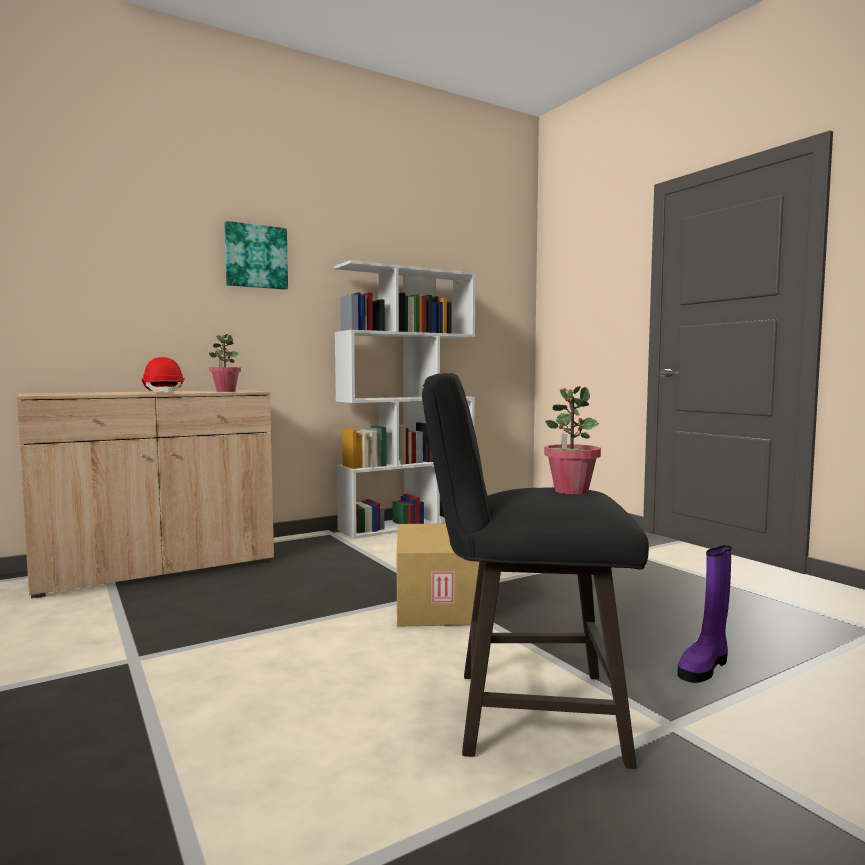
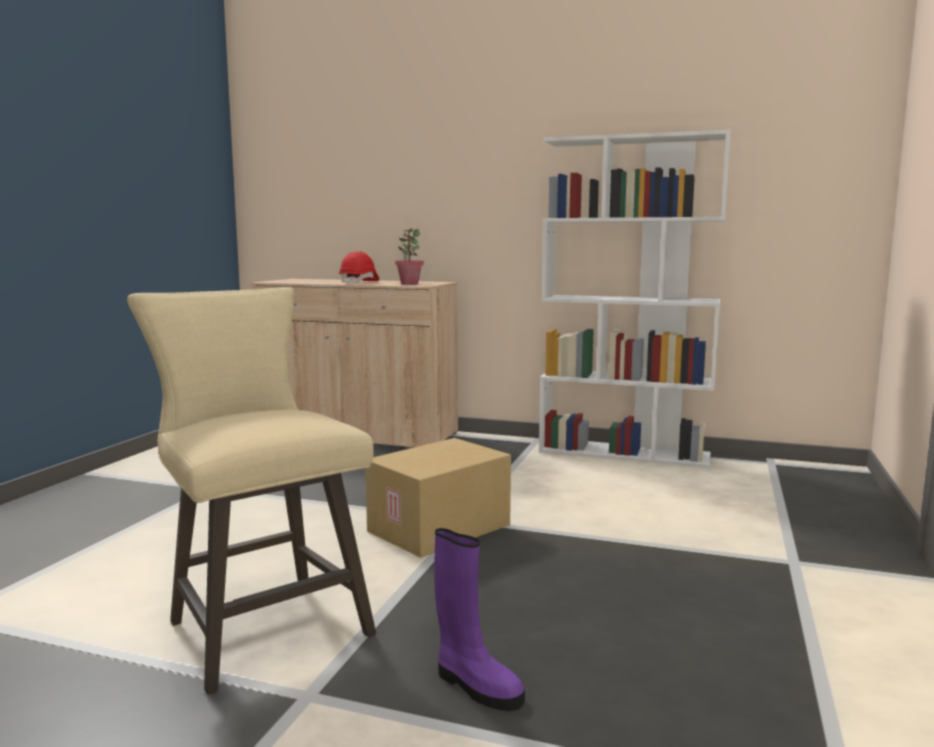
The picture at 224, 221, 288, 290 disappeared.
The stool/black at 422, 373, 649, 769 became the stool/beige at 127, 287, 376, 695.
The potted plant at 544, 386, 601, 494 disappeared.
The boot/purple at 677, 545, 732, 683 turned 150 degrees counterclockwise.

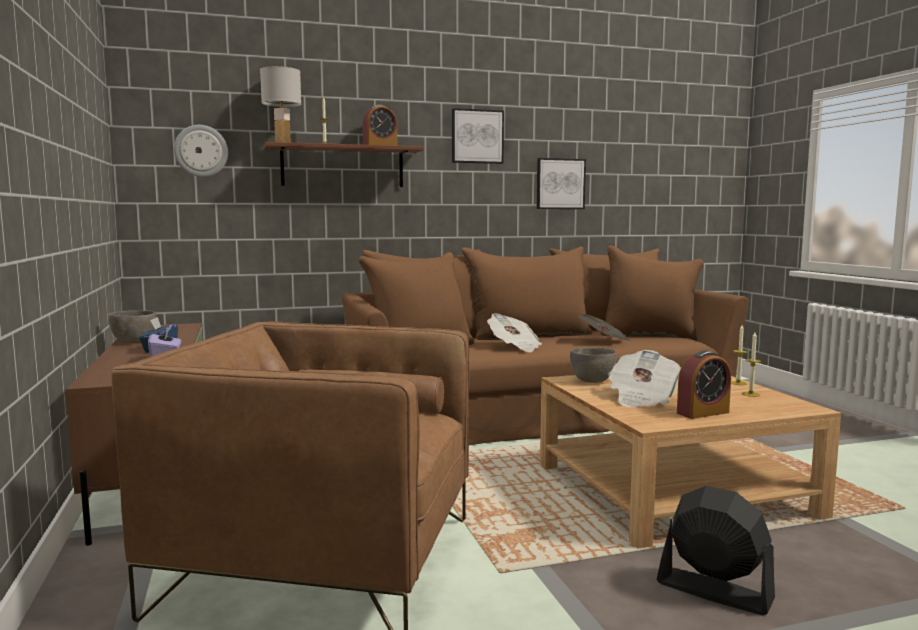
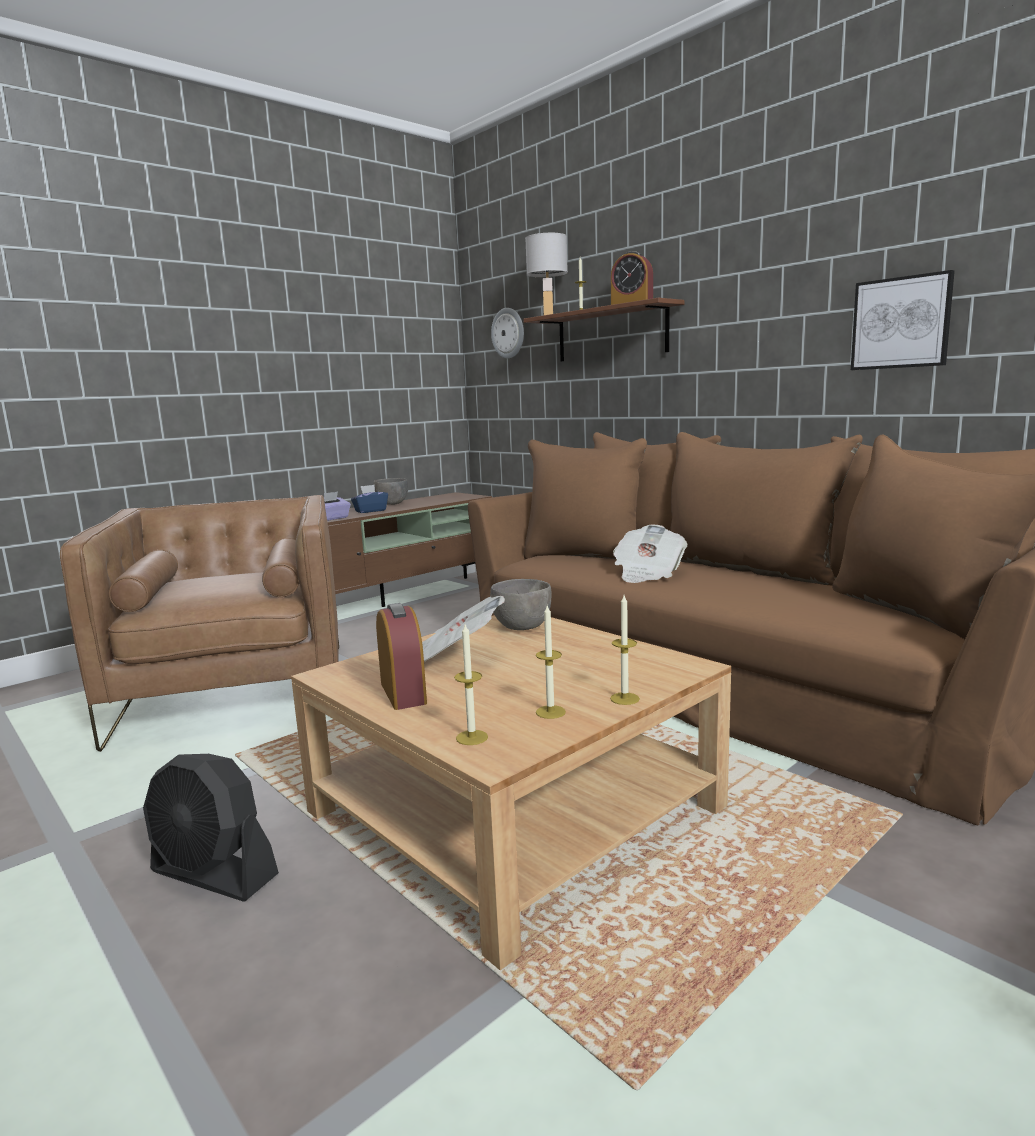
The picture at 452, 108, 504, 164 disappeared.
The newspaper at 578, 314, 630, 341 disappeared.
The alarm clock at 677, 350, 731, 419 turned 150 degrees counterclockwise.
The fan/black at 656, 486, 775, 615 turned 105 degrees clockwise.
The candle at 454, 624, 488, 745 appeared.

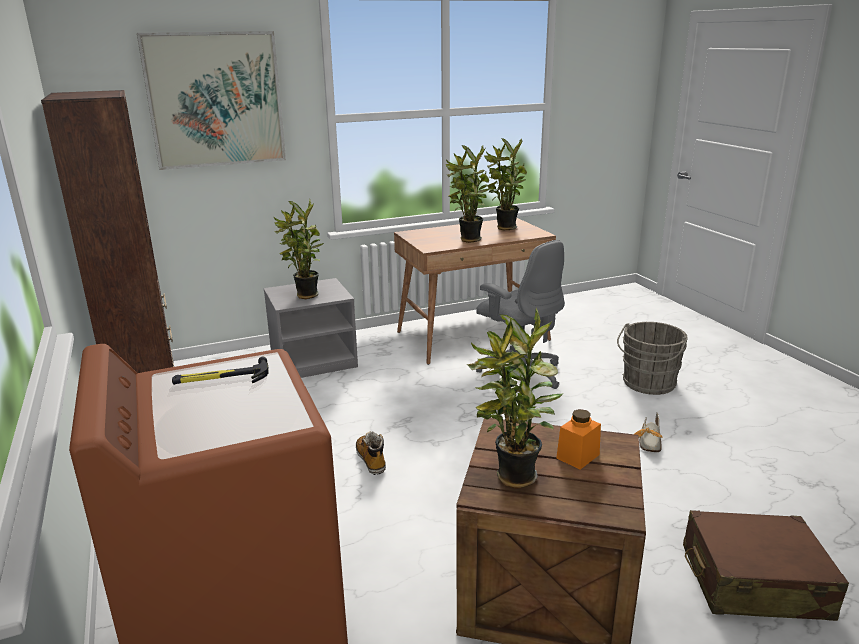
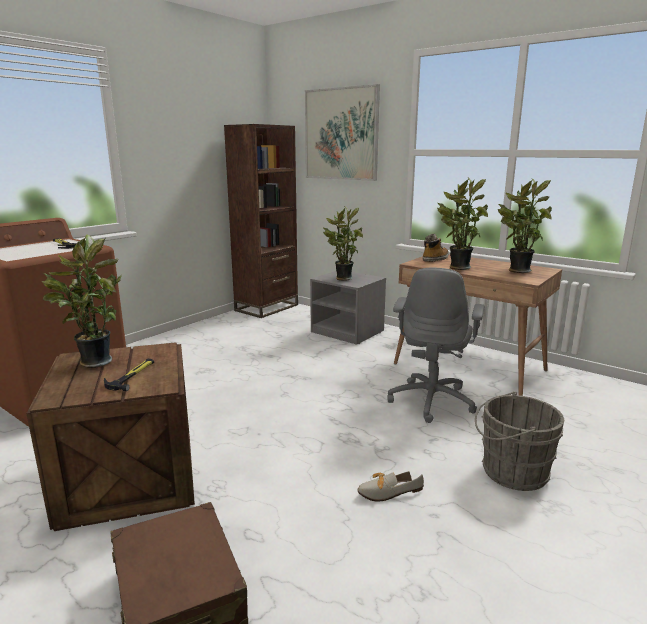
The jar/orange at 556, 409, 601, 470 was replaced by the hammer at 104, 359, 154, 391.
The boot moved from 356, 431, 386, 475 to 423, 234, 449, 262.

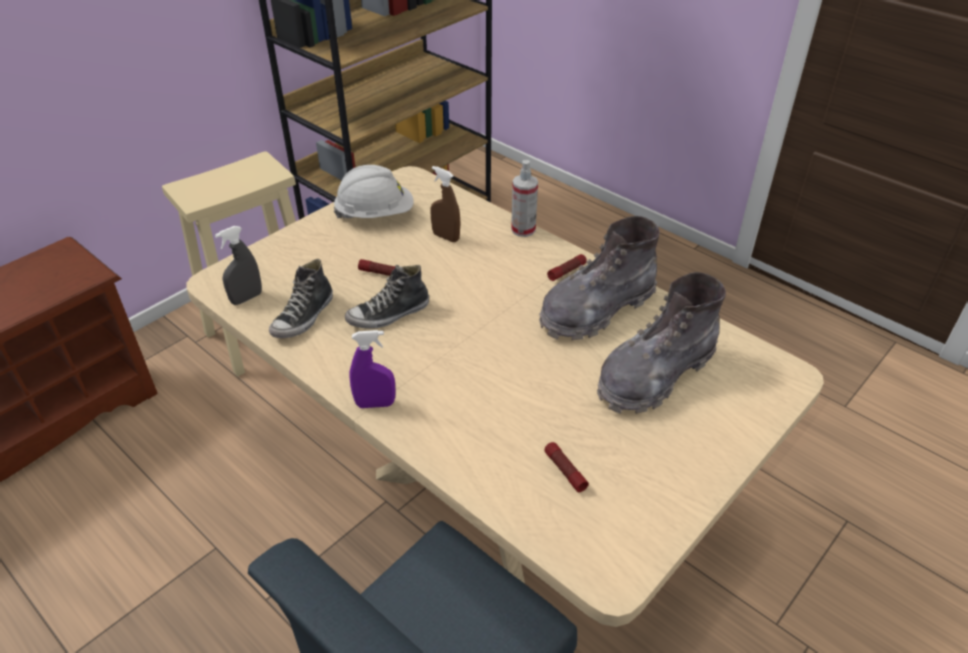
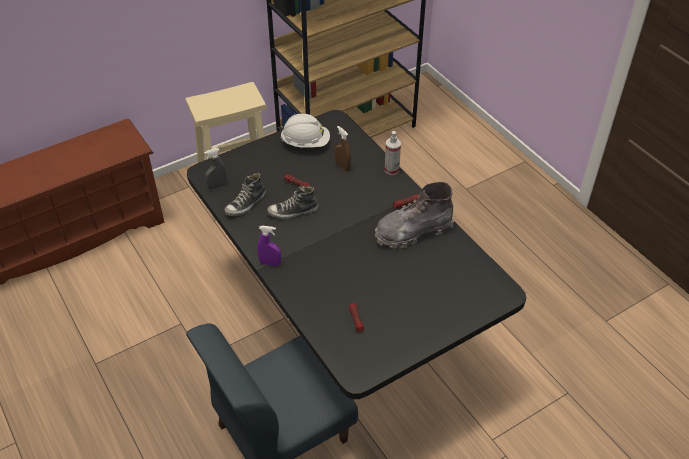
The dining table/beige at 186, 166, 824, 627 became the dining table/black at 187, 110, 526, 399.
The boot/grey at 597, 272, 726, 414 disappeared.

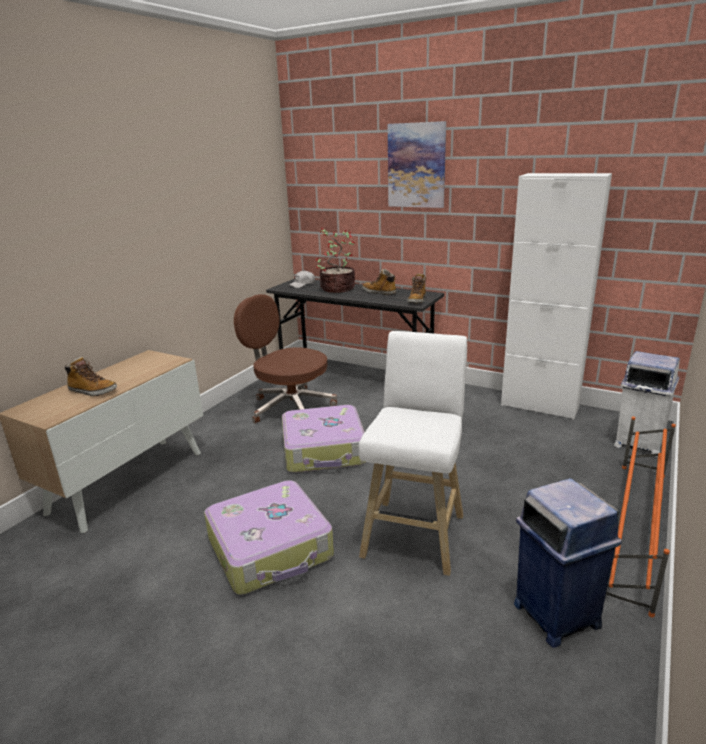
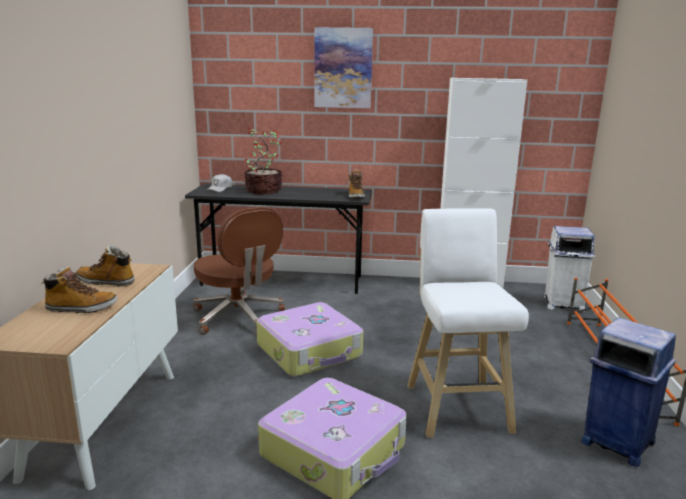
The boot moved from 362, 269, 396, 295 to 76, 245, 135, 286.
The office chair/brown at 234, 294, 337, 423 turned 135 degrees counterclockwise.

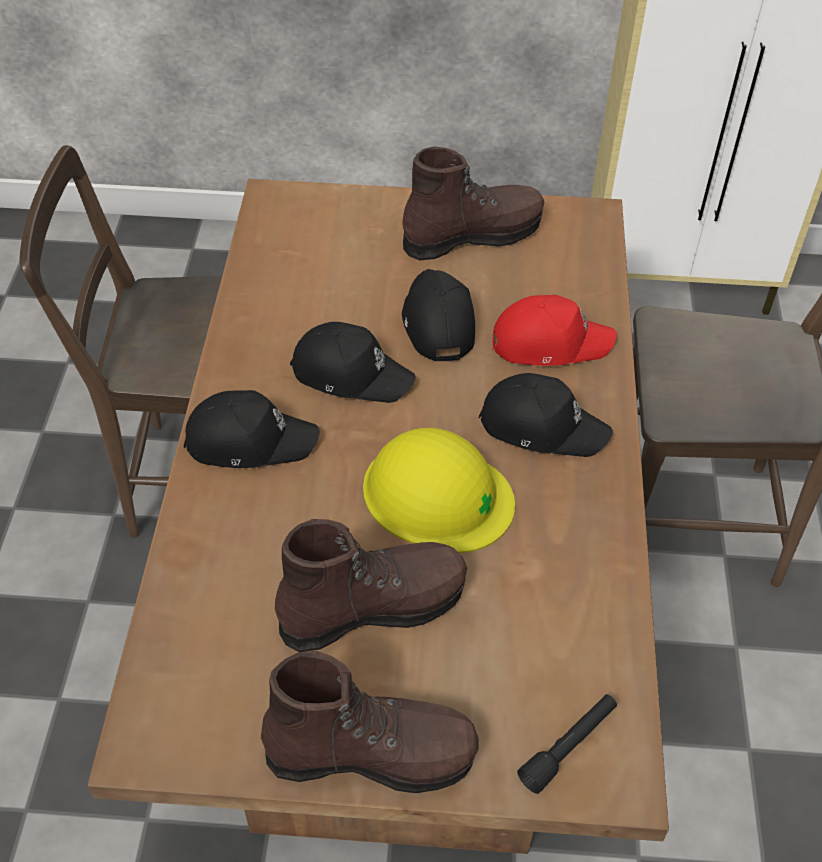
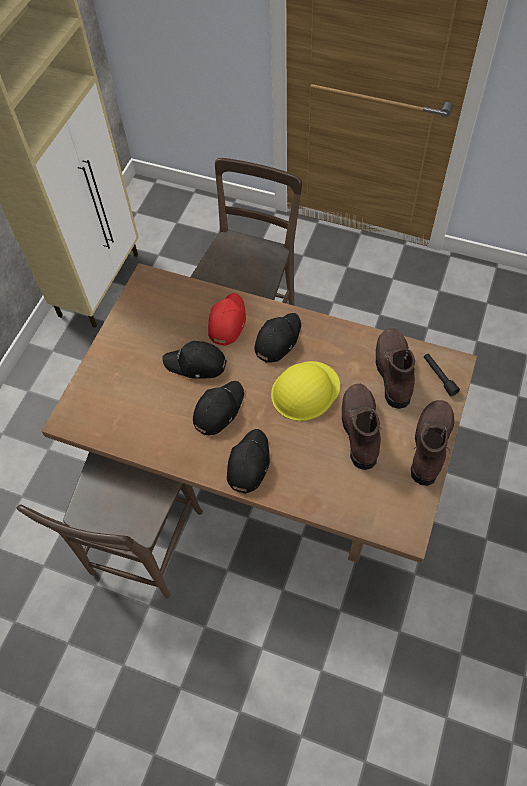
The boot/brown moved from 402, 146, 544, 260 to 376, 328, 415, 409.

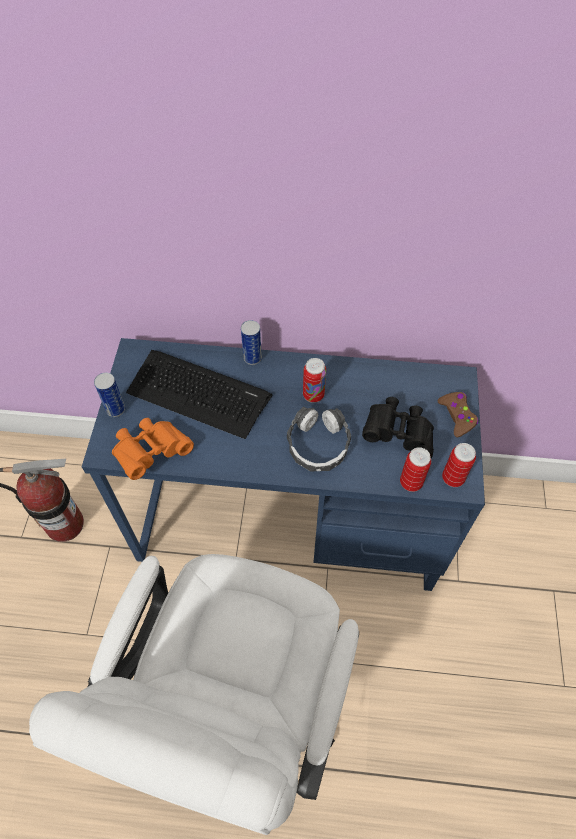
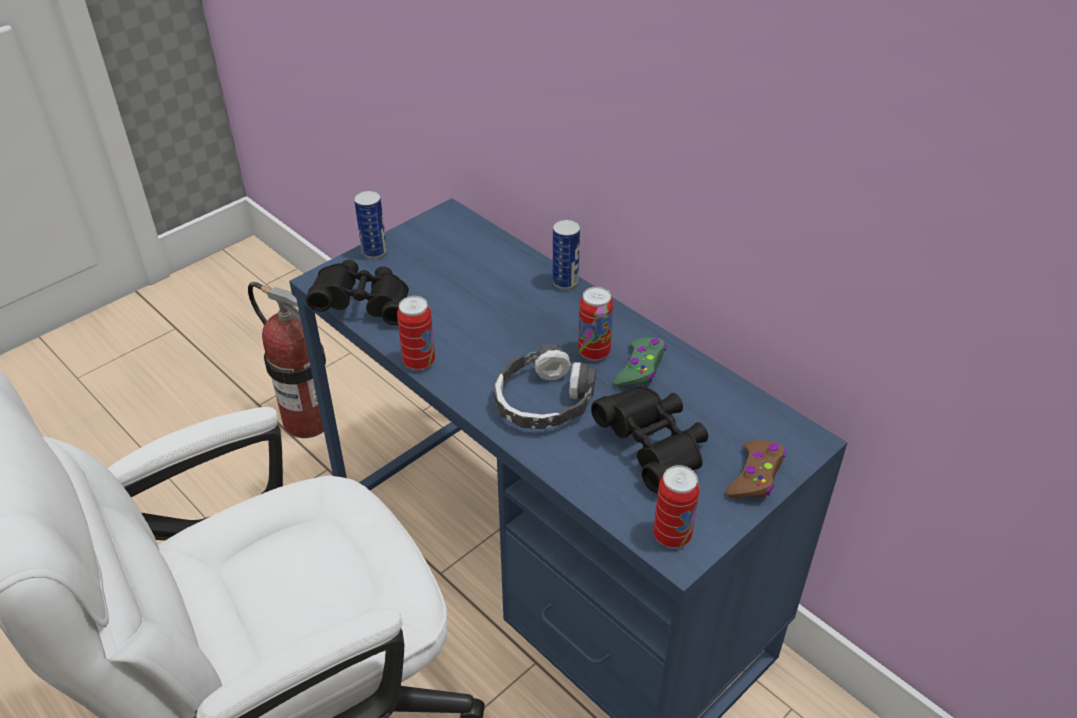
The keyboard at 126, 350, 272, 439 disappeared.
The binoculars/orange at 112, 418, 194, 480 became the binoculars/black at 306, 260, 409, 325.
The can moved from 400, 447, 431, 492 to 397, 296, 435, 370.
The game controller/green at 613, 338, 666, 387 appeared.

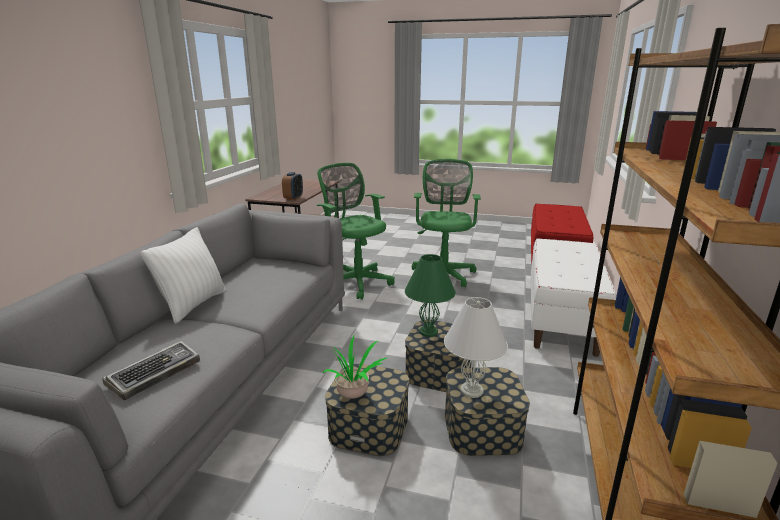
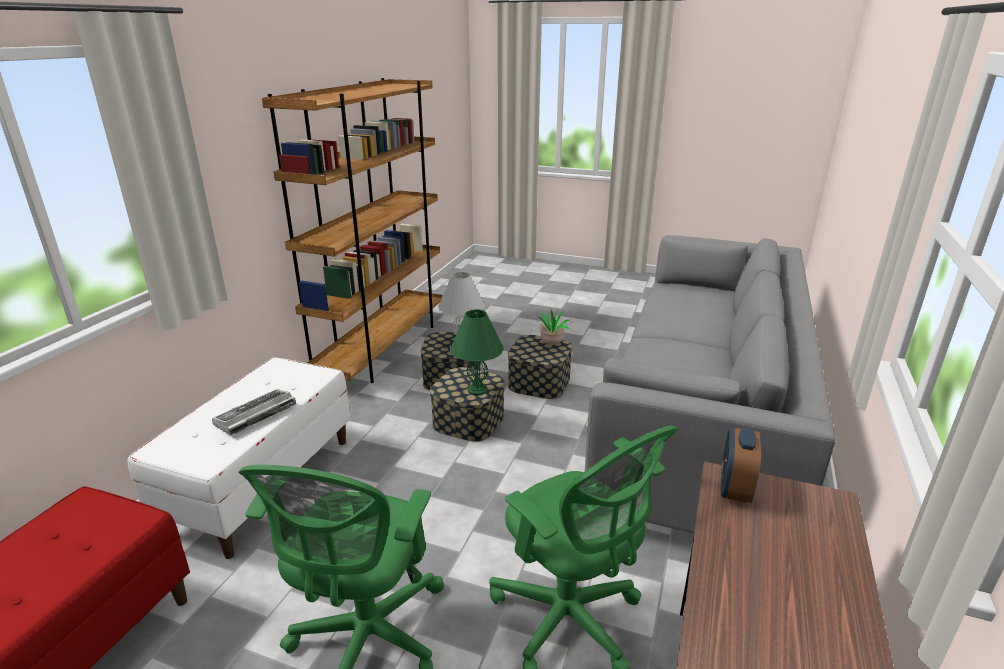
The pillow/white at 141, 227, 226, 324 disappeared.
The keyboard moved from 102, 341, 200, 400 to 212, 389, 296, 435.

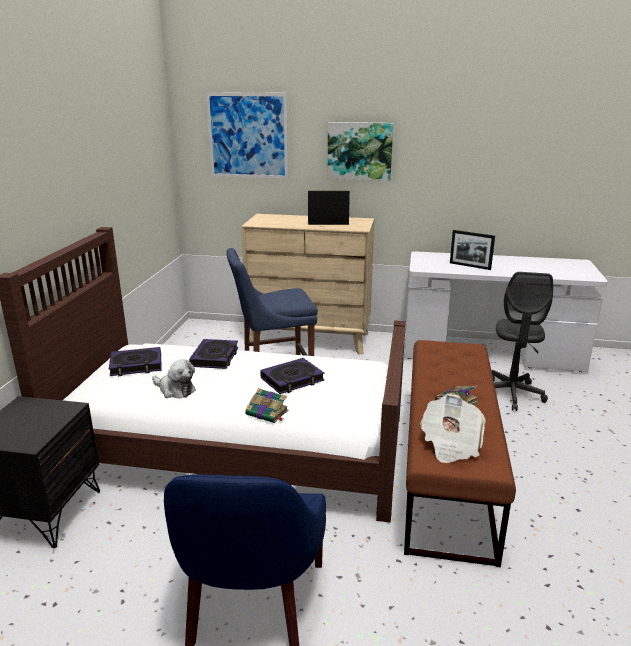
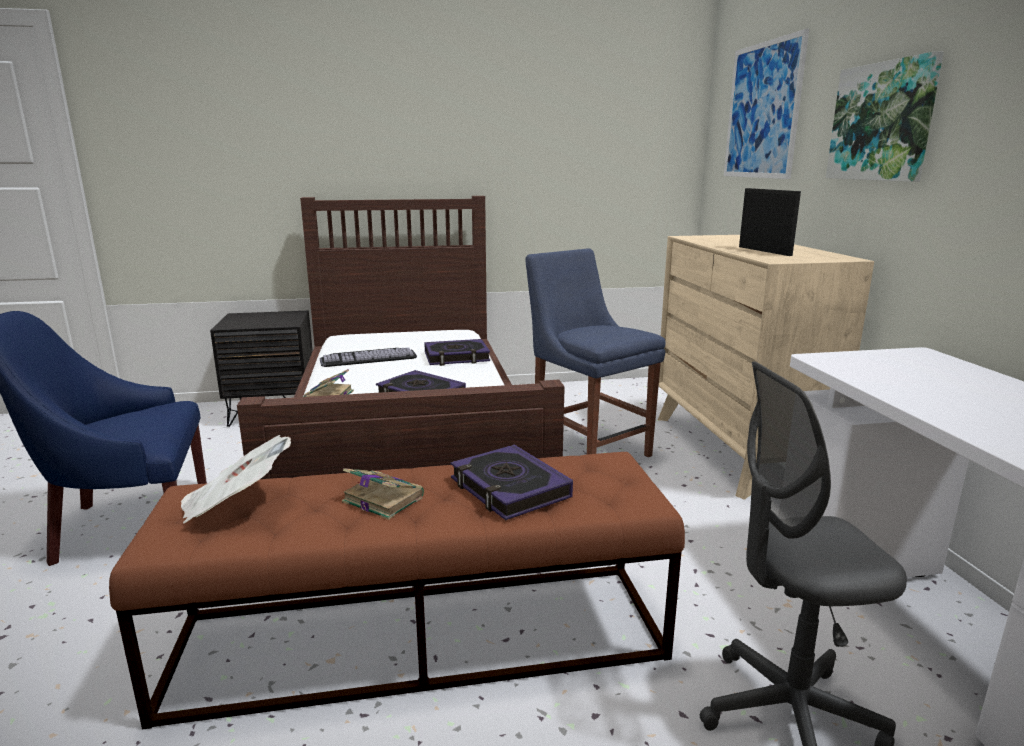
The picture frame at 450, 230, 495, 270 disappeared.
The book moved from 109, 347, 162, 376 to 450, 445, 573, 520.
The plush toy at 152, 359, 196, 399 was replaced by the keyboard at 320, 347, 417, 367.

